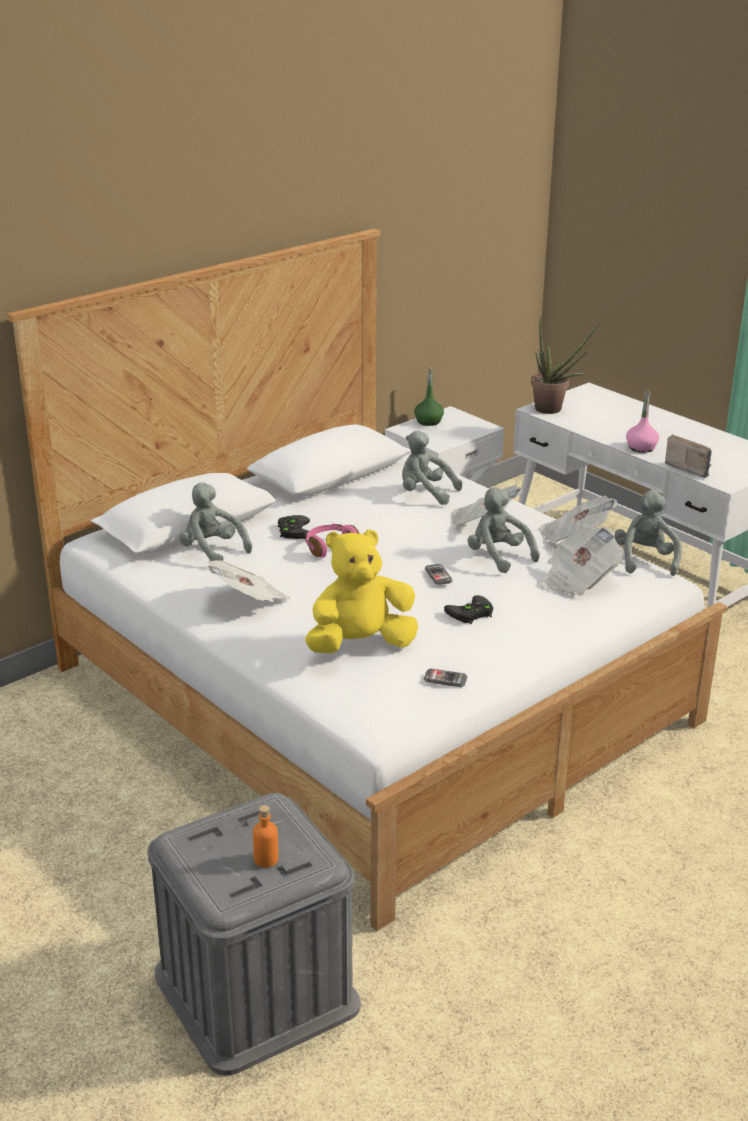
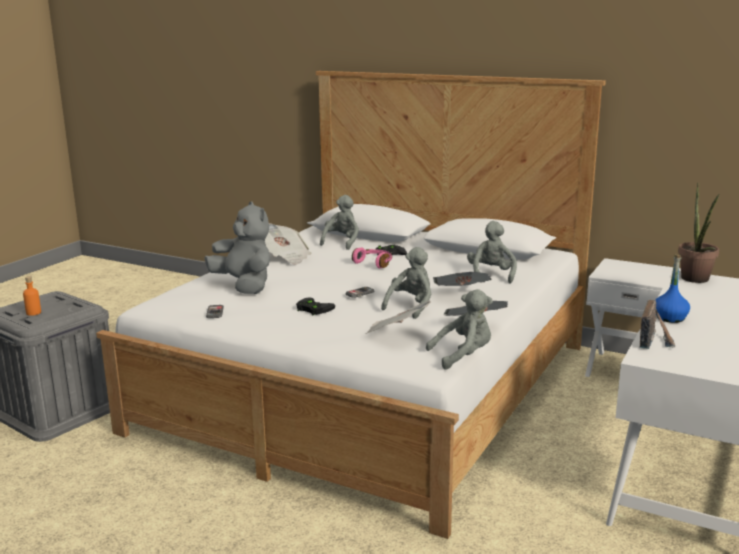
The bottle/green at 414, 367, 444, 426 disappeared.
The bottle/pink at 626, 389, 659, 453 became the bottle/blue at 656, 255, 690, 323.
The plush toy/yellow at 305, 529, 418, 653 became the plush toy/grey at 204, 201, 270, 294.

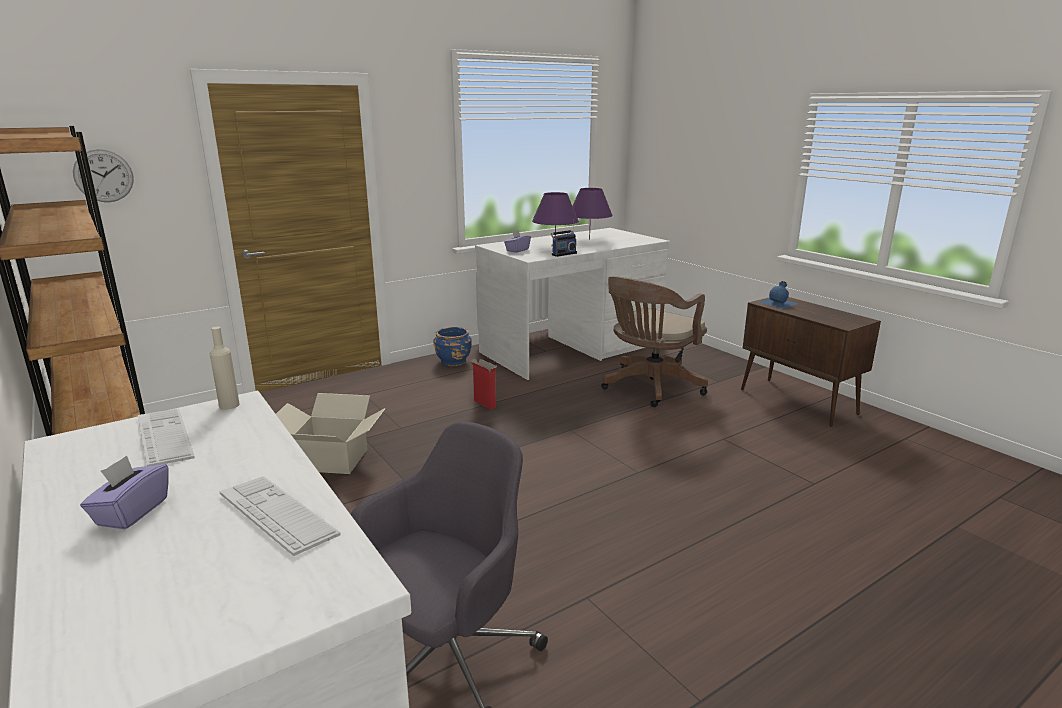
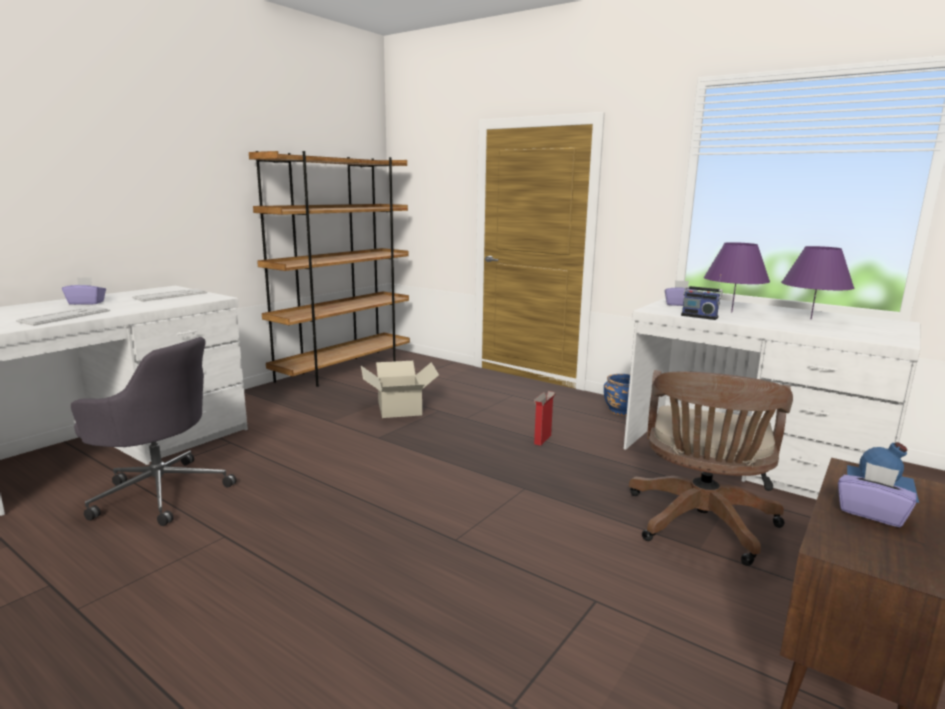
The wall clock at 73, 149, 134, 202 disappeared.
The office chair/brown at 601, 277, 708, 407 turned 90 degrees counterclockwise.
The bottle/beige at 210, 327, 240, 410 disappeared.
The tissue box/purple at 838, 462, 916, 527 appeared.

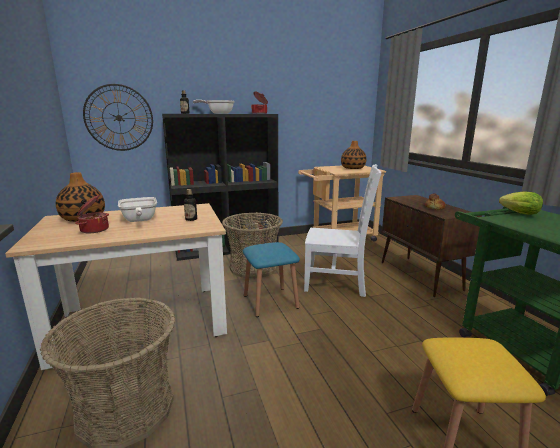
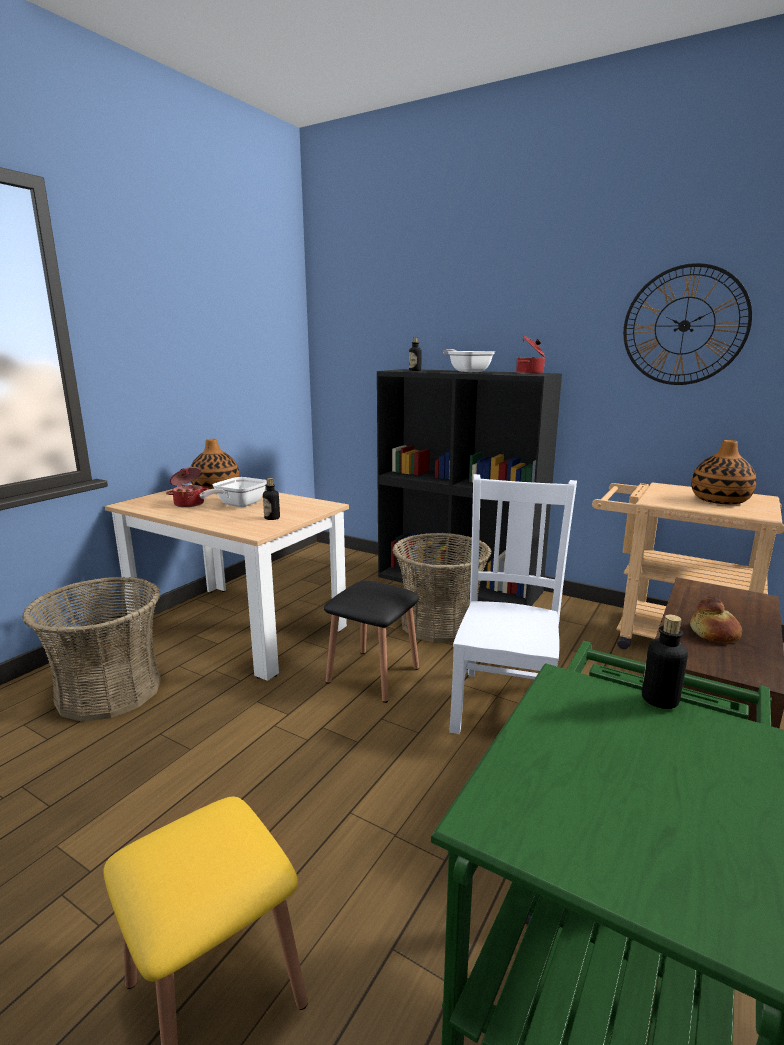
The wall clock moved from 83, 84, 153, 151 to 623, 263, 752, 385.
The chair/white at 304, 164, 381, 297 turned 135 degrees counterclockwise.
The lettuce at 499, 191, 543, 215 was replaced by the bottle at 642, 615, 688, 709.
The stool/blue at 243, 242, 300, 317 became the stool/black at 324, 581, 419, 703.

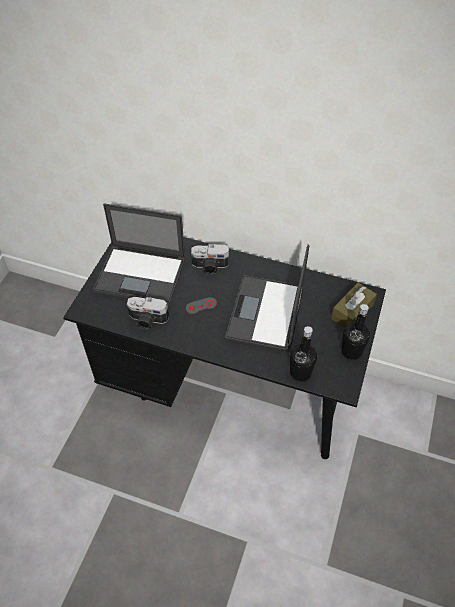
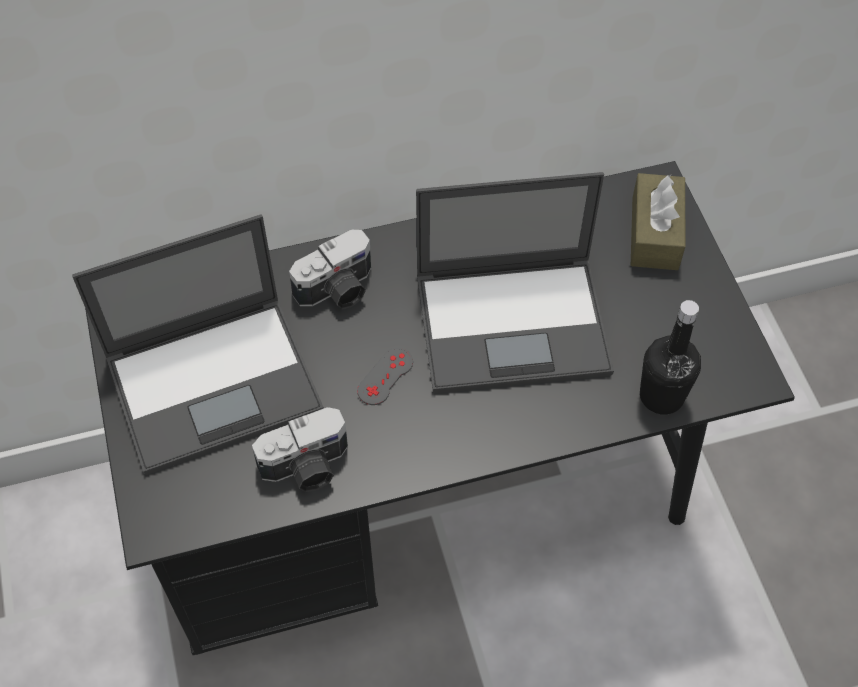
The laptop at 225, 244, 309, 352 turned 75 degrees counterclockwise.
The bottle/black at 341, 304, 370, 360 disappeared.

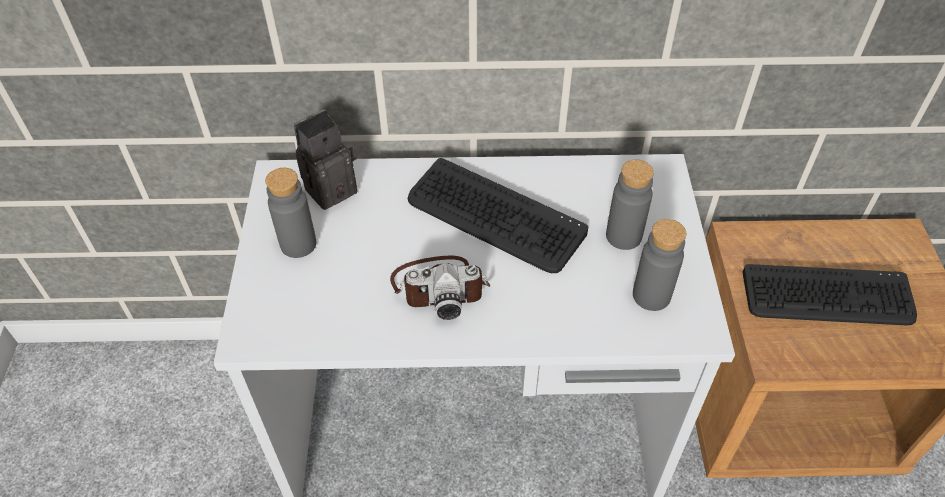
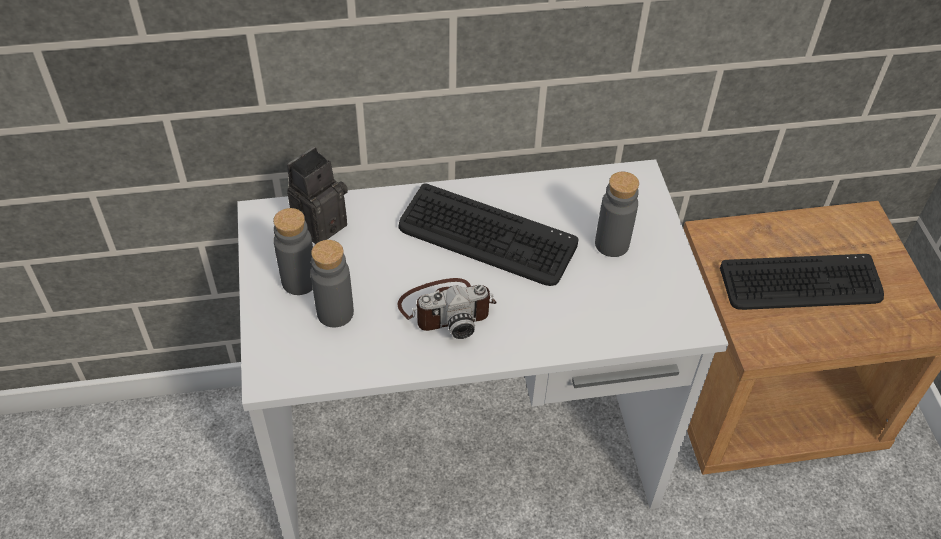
The bottle/grey moved from 633, 219, 686, 311 to 311, 240, 354, 327.

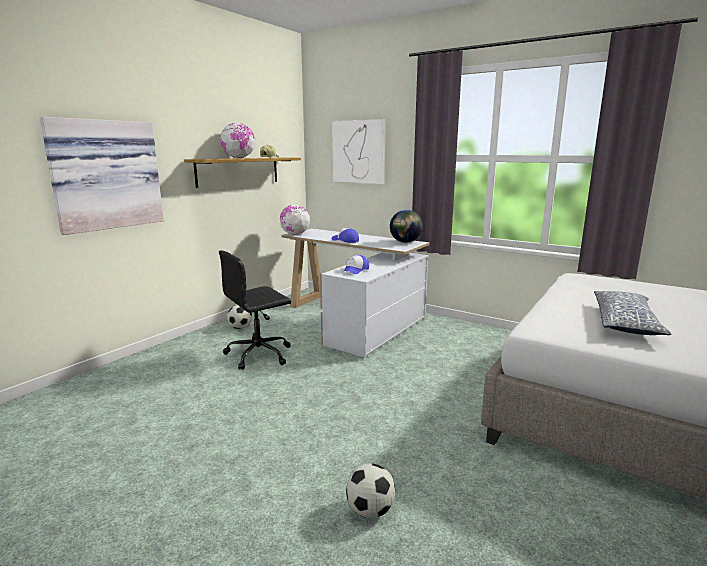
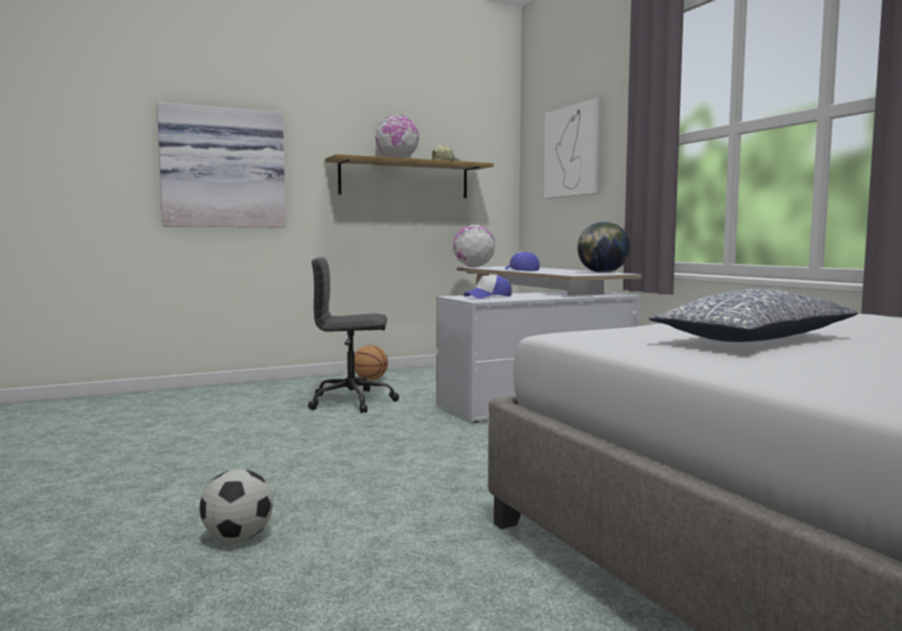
The football at 227, 305, 252, 329 was replaced by the basketball at 355, 345, 388, 380.

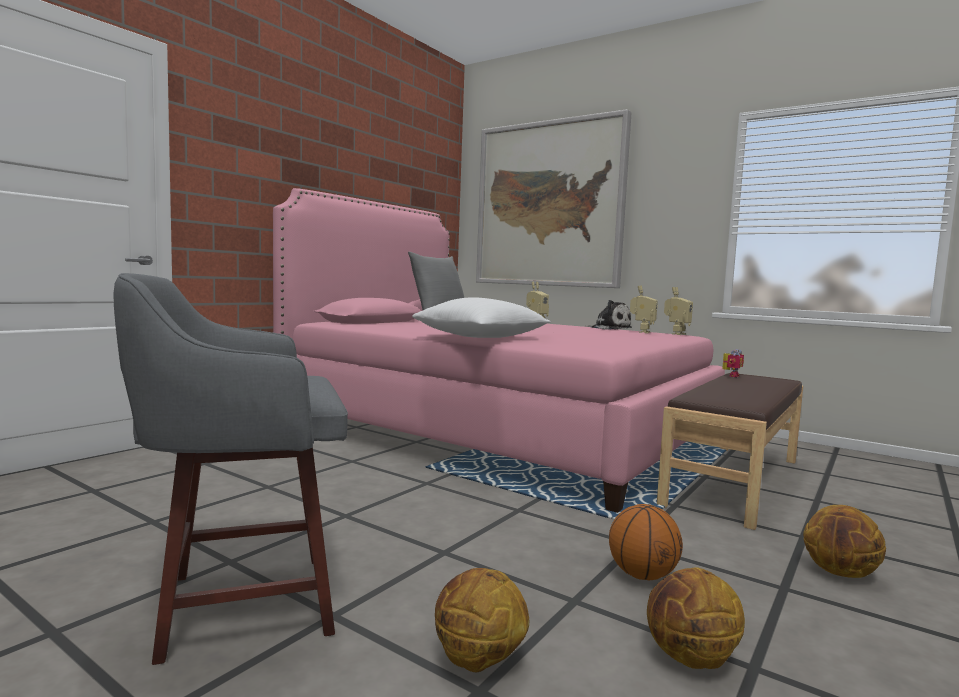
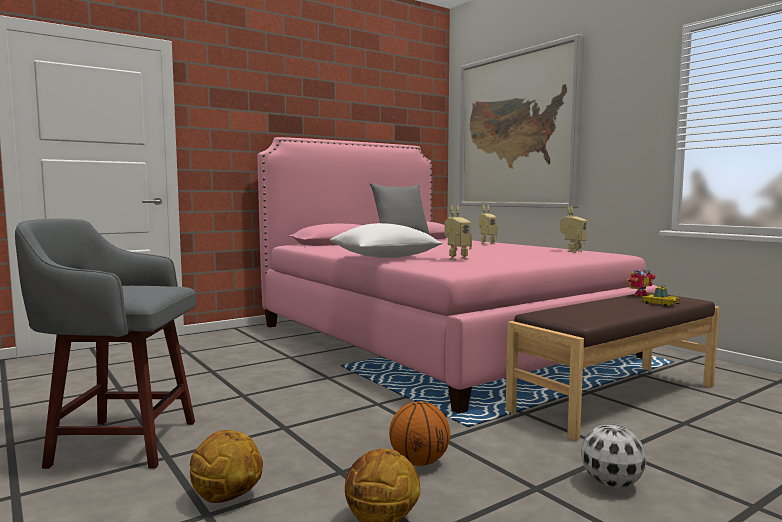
The toy robot moved from 664, 287, 693, 335 to 445, 205, 472, 260.
The plush toy at 585, 300, 632, 330 disappeared.
The basketball at 803, 505, 886, 578 was replaced by the football at 581, 424, 646, 488.
The toy car at 642, 285, 680, 307 appeared.

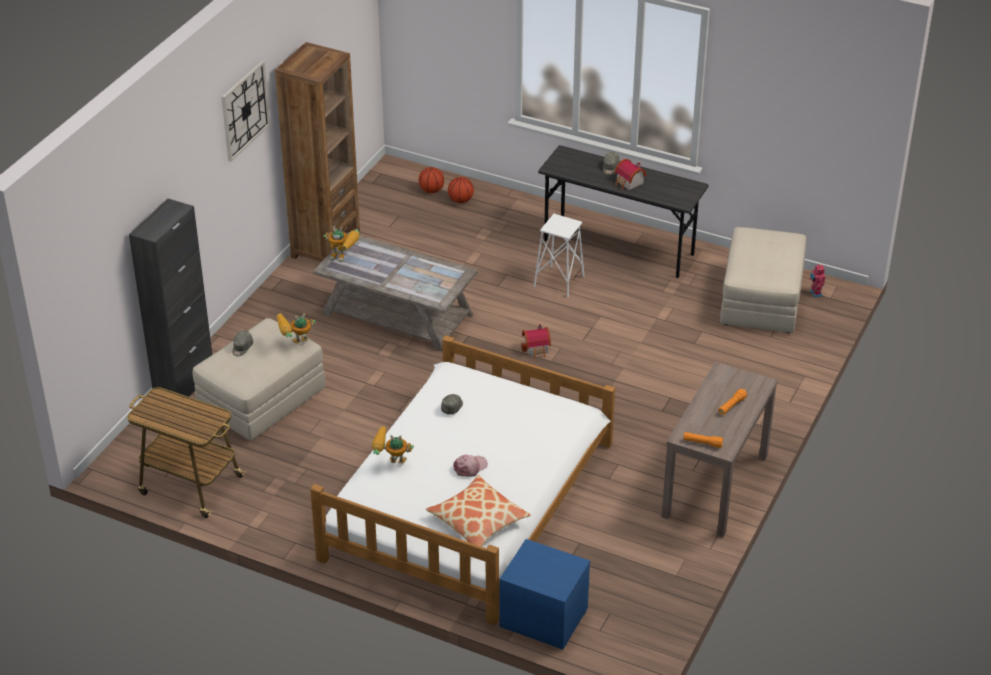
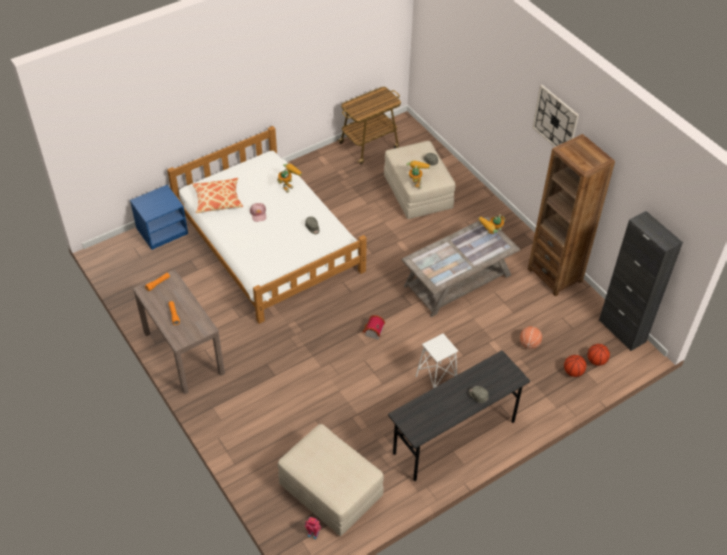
The toy house at 614, 159, 647, 190 disappeared.
The cabinet/black moved from 129, 199, 212, 397 to 599, 211, 683, 351.
The basketball at 520, 326, 542, 349 appeared.

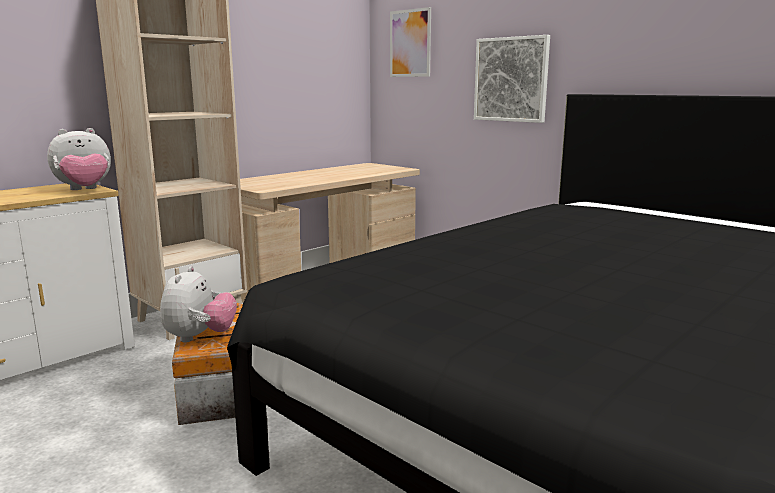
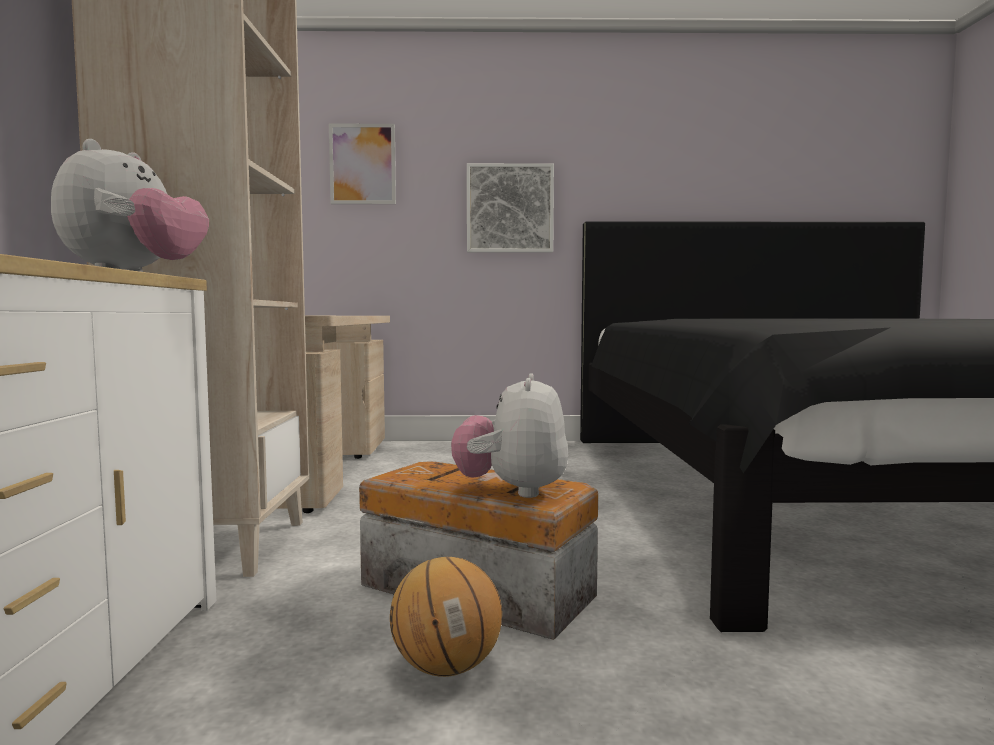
The plush toy at 160, 266, 237, 343 turned 135 degrees counterclockwise.
The basketball at 390, 557, 502, 677 appeared.

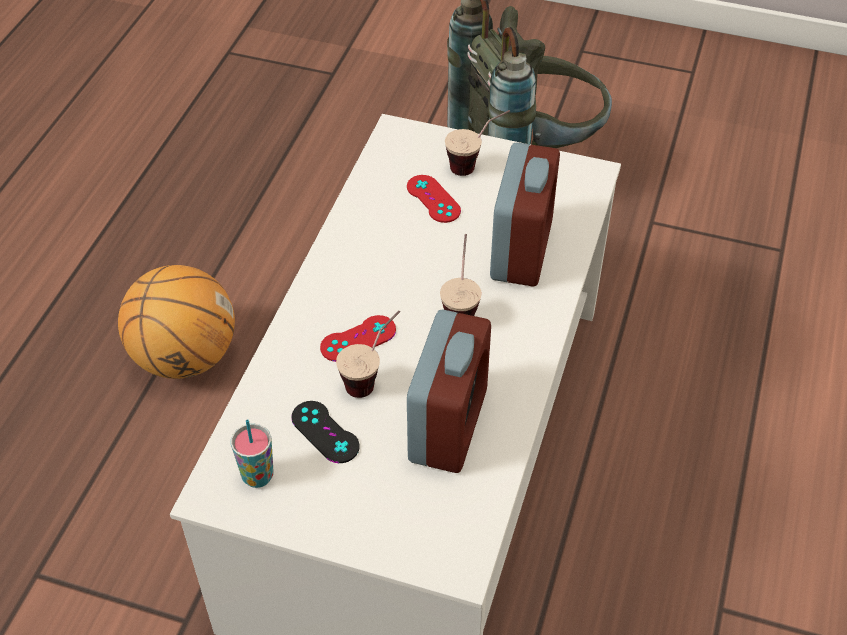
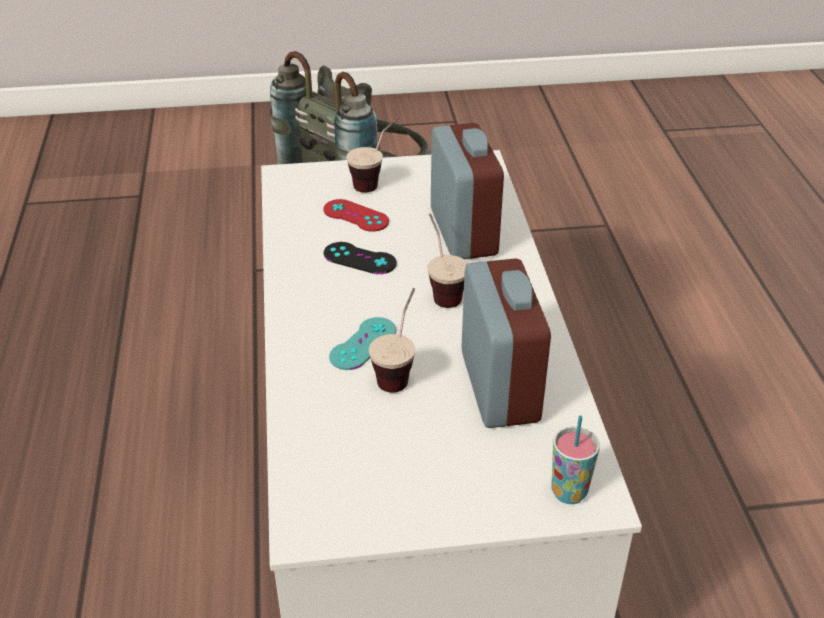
The basketball at 118, 265, 235, 379 disappeared.
The game controller/red at 320, 315, 396, 362 became the game controller/turquoise at 329, 317, 396, 370.
The game controller/black moved from 291, 401, 359, 463 to 324, 242, 397, 274.
The cup moved from 231, 419, 274, 488 to 551, 415, 600, 504.

